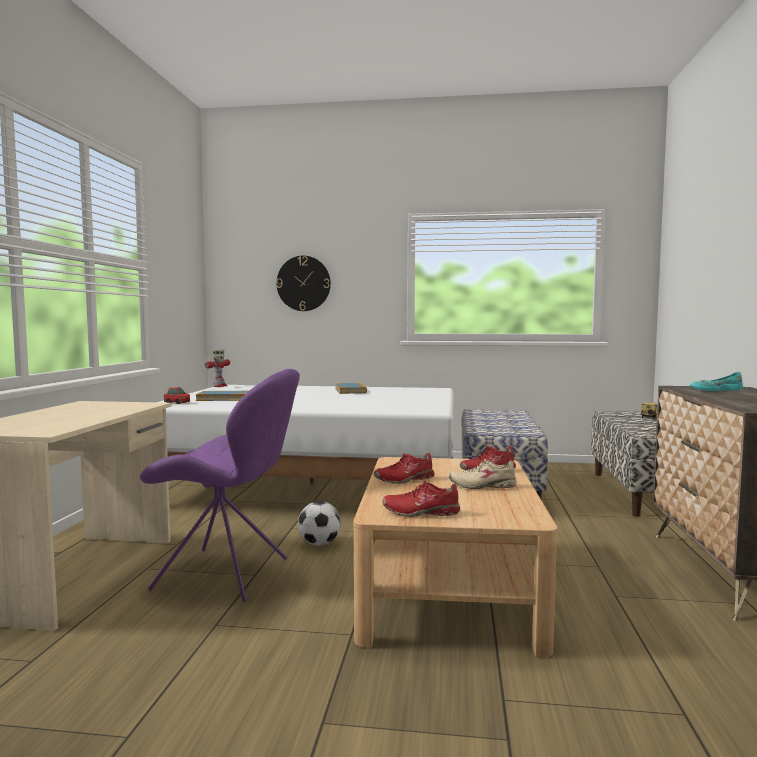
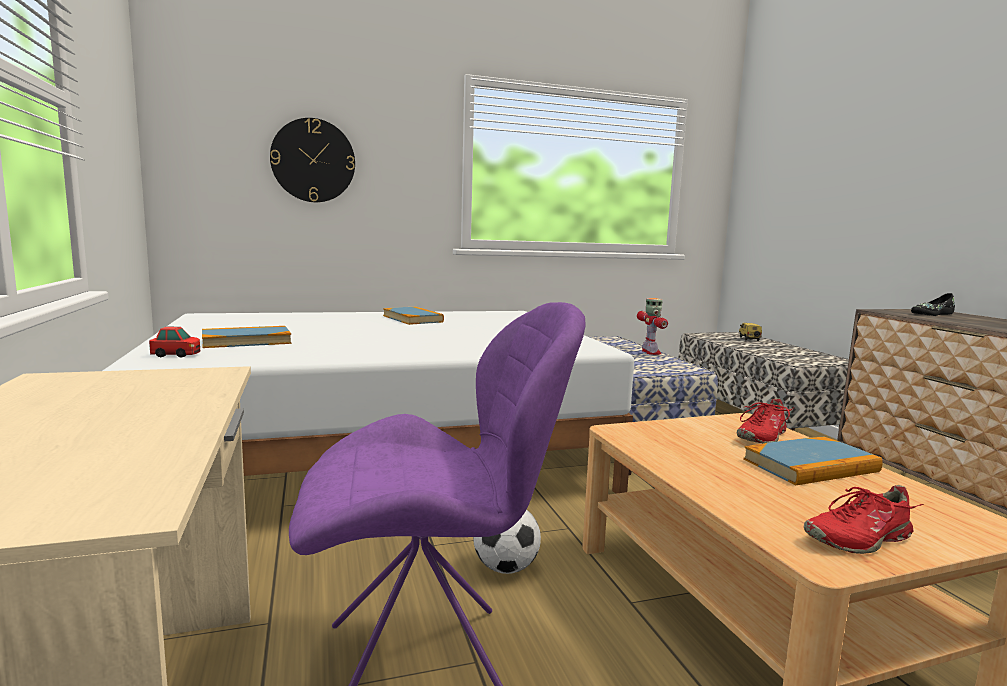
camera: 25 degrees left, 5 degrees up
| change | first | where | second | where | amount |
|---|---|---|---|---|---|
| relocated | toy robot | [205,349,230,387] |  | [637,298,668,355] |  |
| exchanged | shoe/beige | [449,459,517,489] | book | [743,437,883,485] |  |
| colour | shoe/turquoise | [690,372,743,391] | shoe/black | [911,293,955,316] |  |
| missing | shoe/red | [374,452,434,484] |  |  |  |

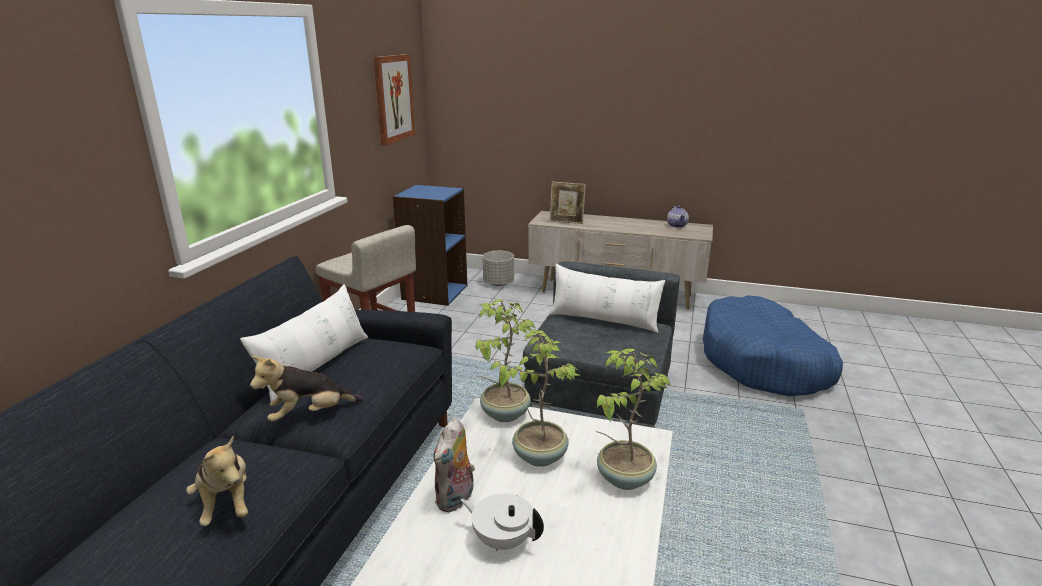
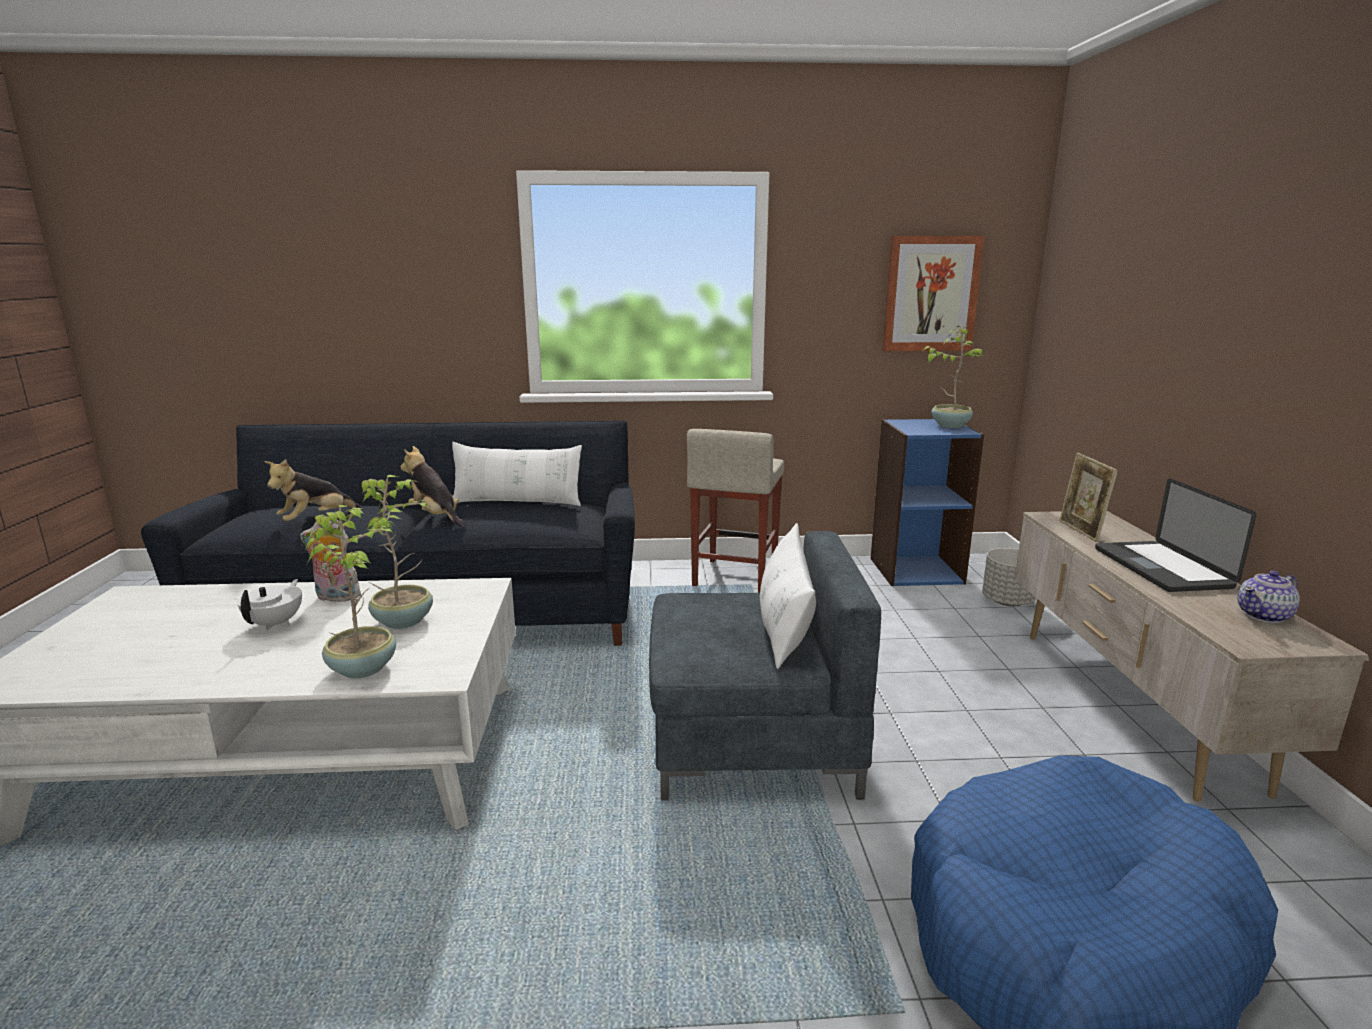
camera: 70 degrees right, 5 degrees down
| change | first | where | second | where | amount |
|---|---|---|---|---|---|
| relocated | potted plant | [475,299,535,422] |  | [923,326,985,428] |  |
| appeared |  |  | laptop | [1095,478,1256,592] |  |

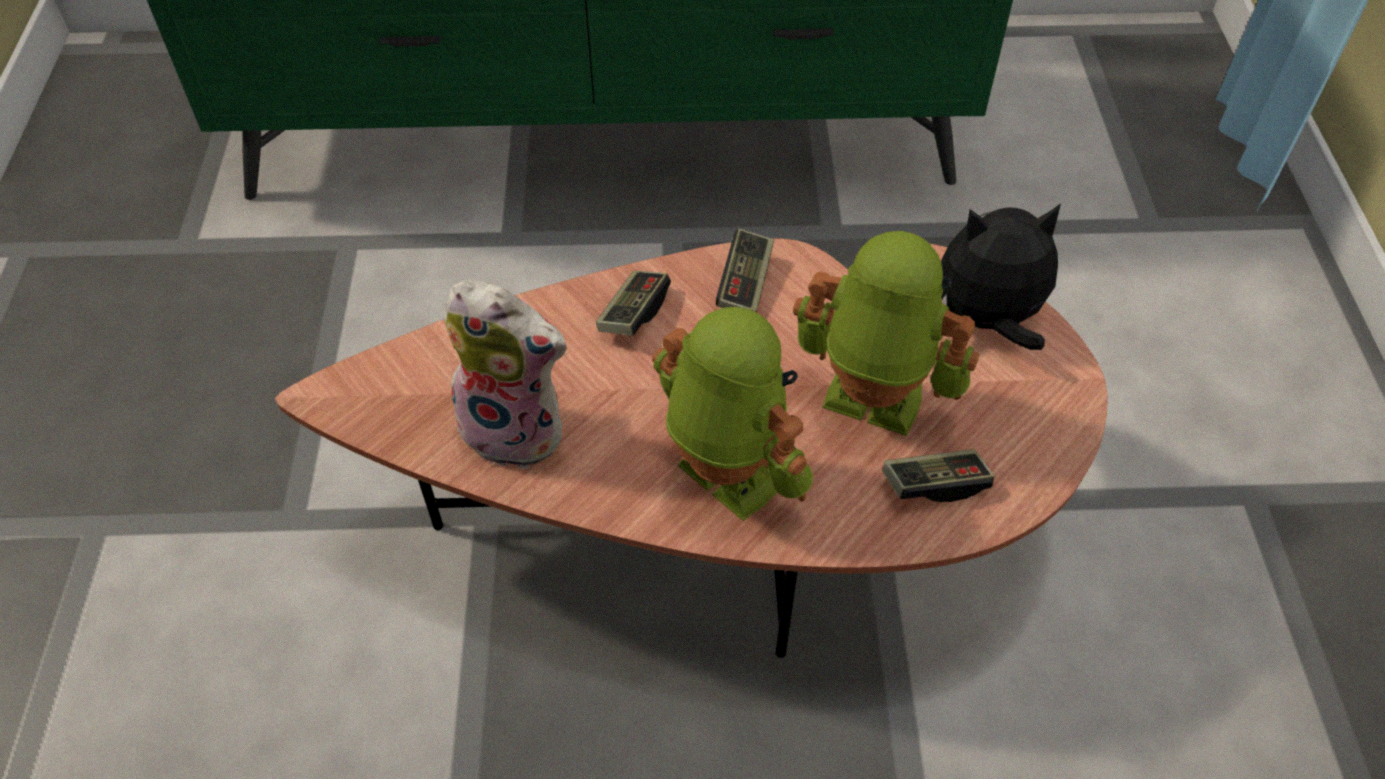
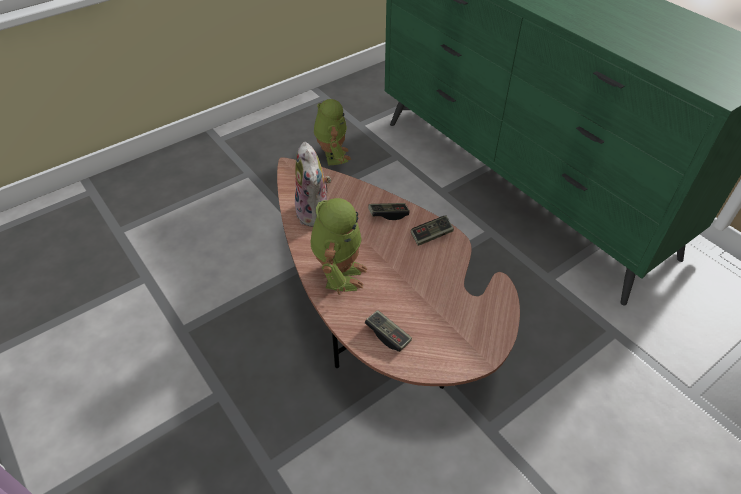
camera: 55 degrees right, 5 degrees down
| change | first | where | second | where | amount |
|---|---|---|---|---|---|
| relocated | toy robot | [793,231,979,436] |  | [314,99,351,166] |  |
| missing | plush toy | [941,204,1061,350] |  |  |  |

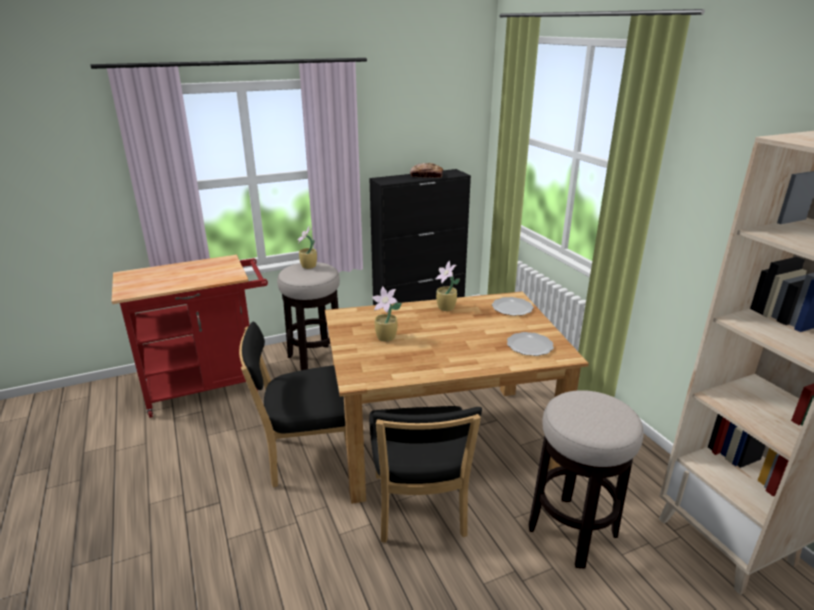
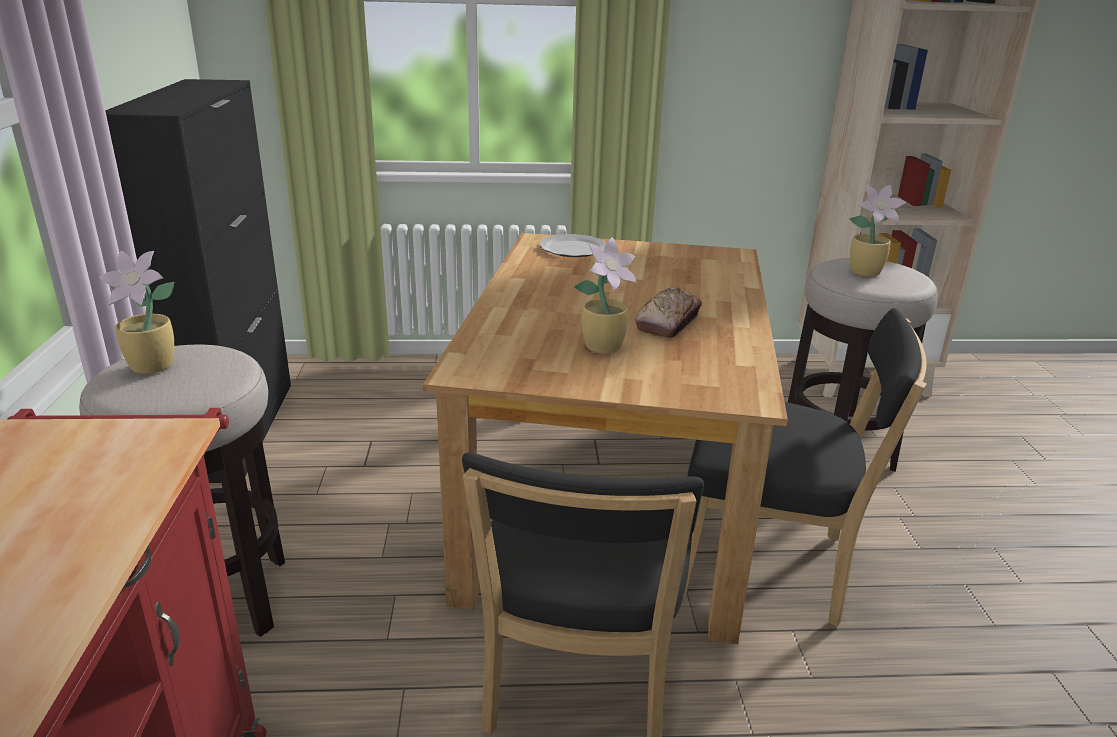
camera: 70 degrees left, 0 degrees up
| change | first | where | second | where | amount |
|---|---|---|---|---|---|
| relocated | bread | [410,163,443,178] |  | [635,287,702,338] |  |
| relocated | potted plant | [435,261,460,311] |  | [849,185,906,276] |  |
| missing | plate | [507,332,554,356] |  |  |  |

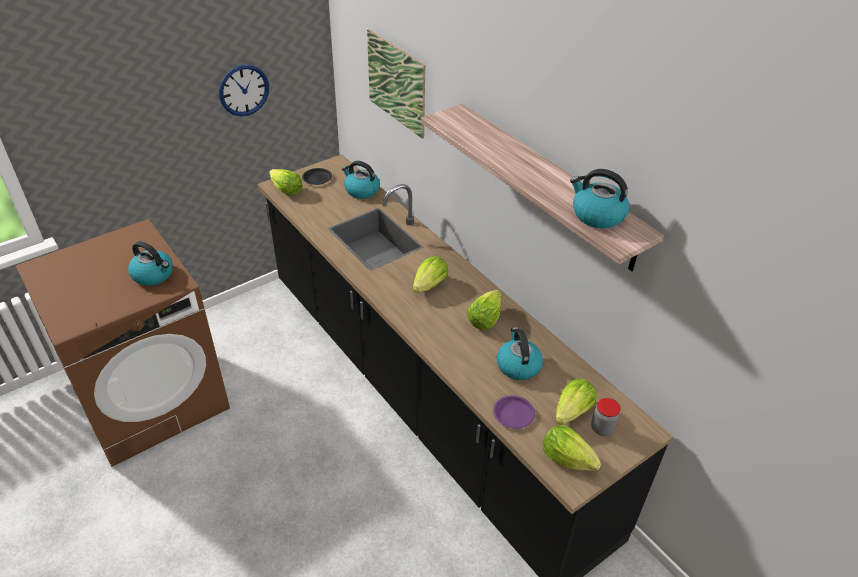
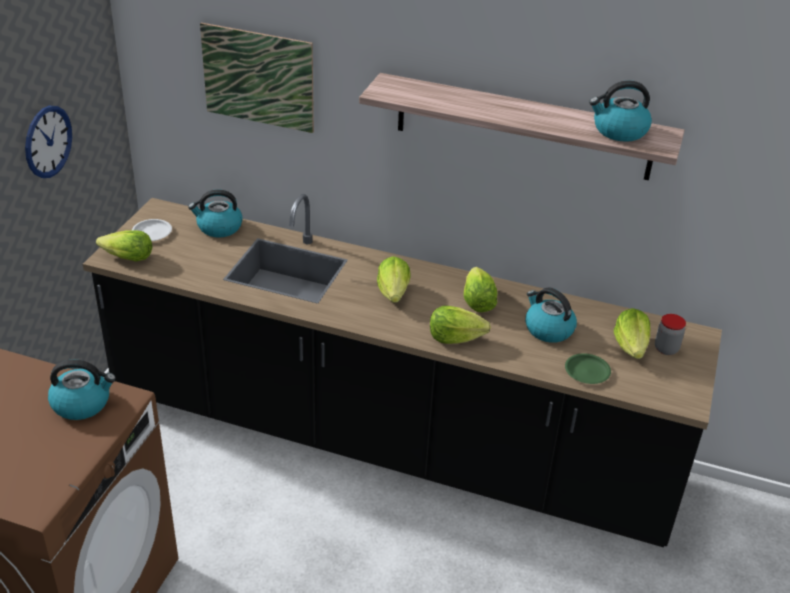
camera: 35 degrees left, 5 degrees down
| change | first | where | second | where | amount |
|---|---|---|---|---|---|
| colour | plate/black | [302,168,332,185] | plate/white | [132,219,172,241] |  |
| relocated | lettuce | [543,425,601,471] |  | [430,306,491,344] |  |
| colour | plate/purple | [493,395,535,429] | plate/green | [565,353,611,384] |  |

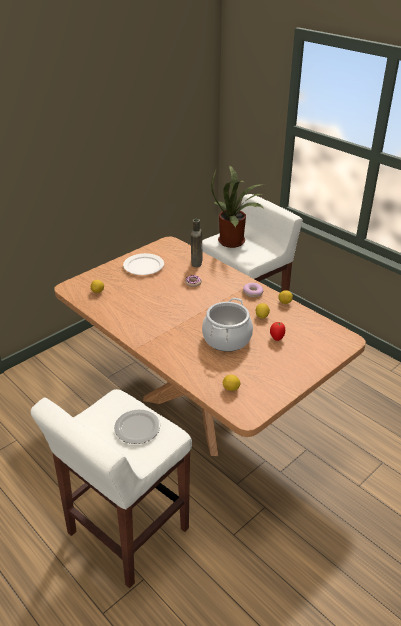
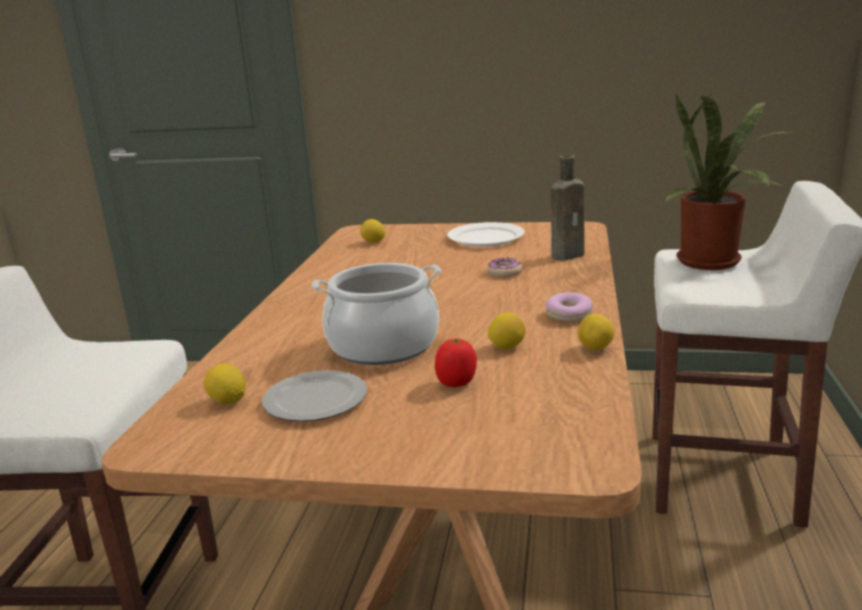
camera: 55 degrees right, 15 degrees down
| change | first | where | second | where | amount |
|---|---|---|---|---|---|
| relocated | plate | [114,409,160,444] |  | [262,370,367,422] |  |

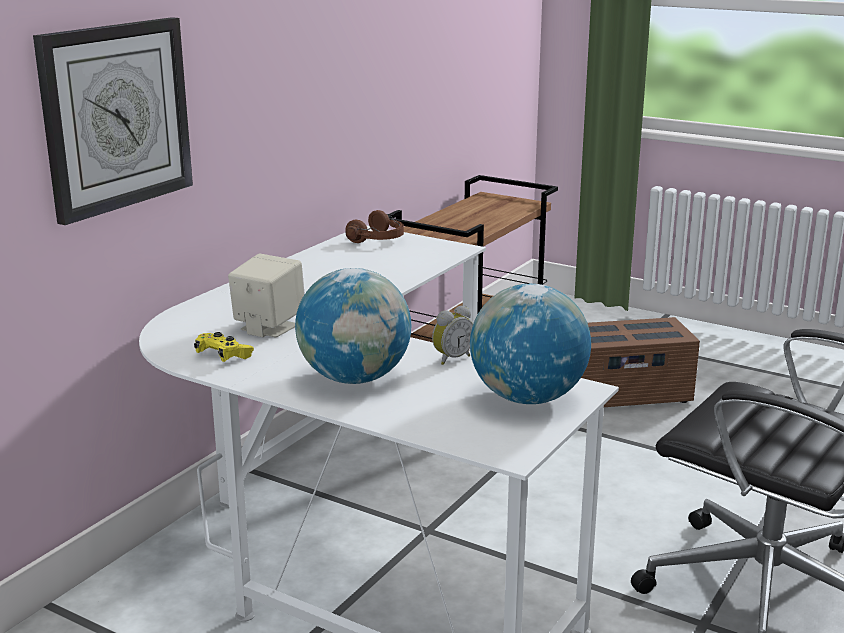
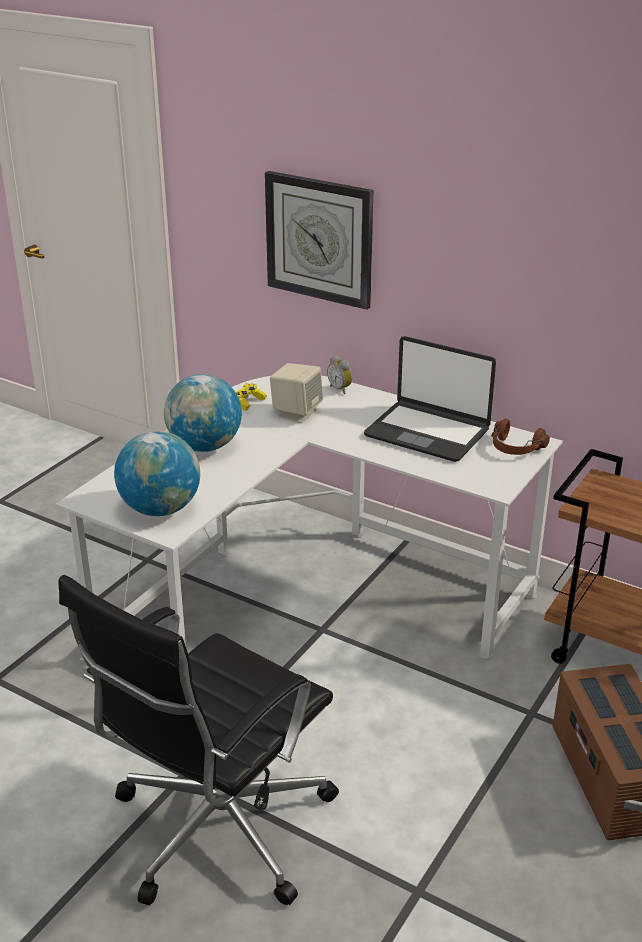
camera: 90 degrees right, 10 degrees up
| change | first | where | second | where | amount |
|---|---|---|---|---|---|
| relocated | alarm clock | [432,305,473,365] |  | [327,355,352,394] |  |
| appeared |  |  | laptop | [364,336,496,462] |  |

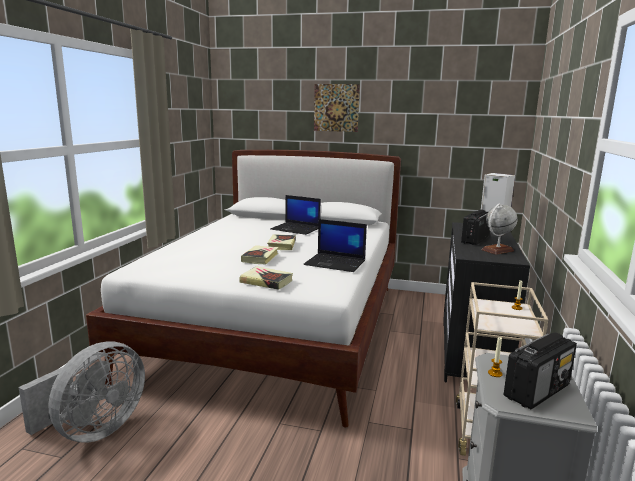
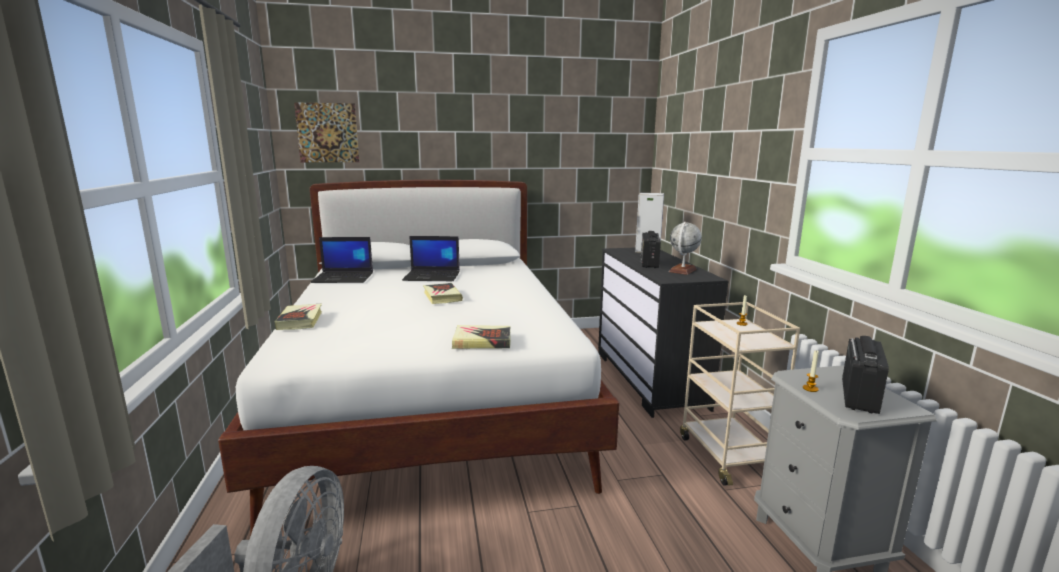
camera: 25 degrees left, 0 degrees up
| change | first | where | second | where | amount |
|---|---|---|---|---|---|
| relocated | book | [241,246,278,264] |  | [275,303,322,330] |  |
| relocated | picture | [314,84,360,132] |  | [294,102,359,162] |  |
| relocated | laptop | [303,219,367,272] |  | [310,237,373,283] |  |

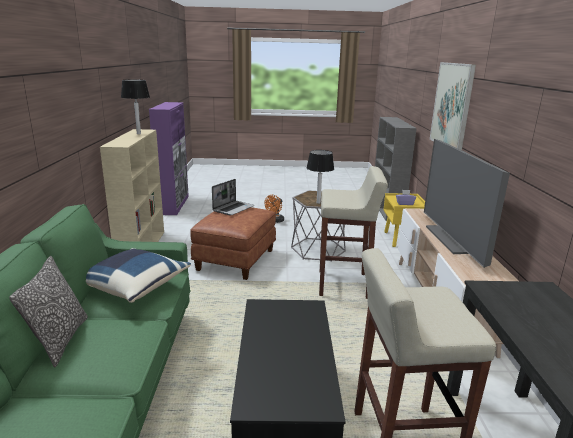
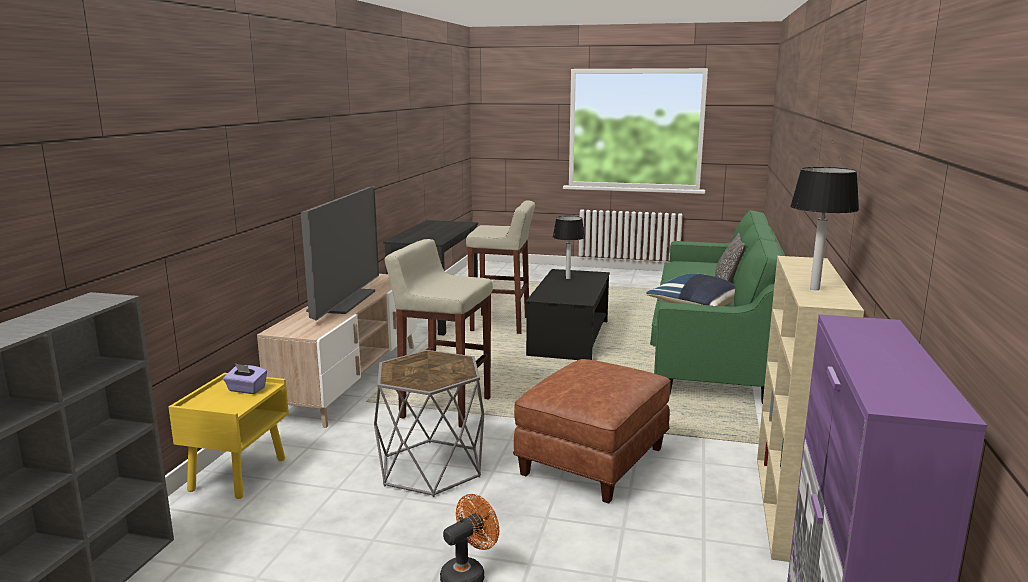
camera: 165 degrees left, 5 degrees down
| change | first | where | second | where | amount |
|---|---|---|---|---|---|
| relocated | table lamp | [306,150,334,204] |  | [553,216,585,279] |  |
| missing | laptop | [212,179,254,216] |  |  |  |
| missing | picture | [430,62,476,150] |  |  |  |

